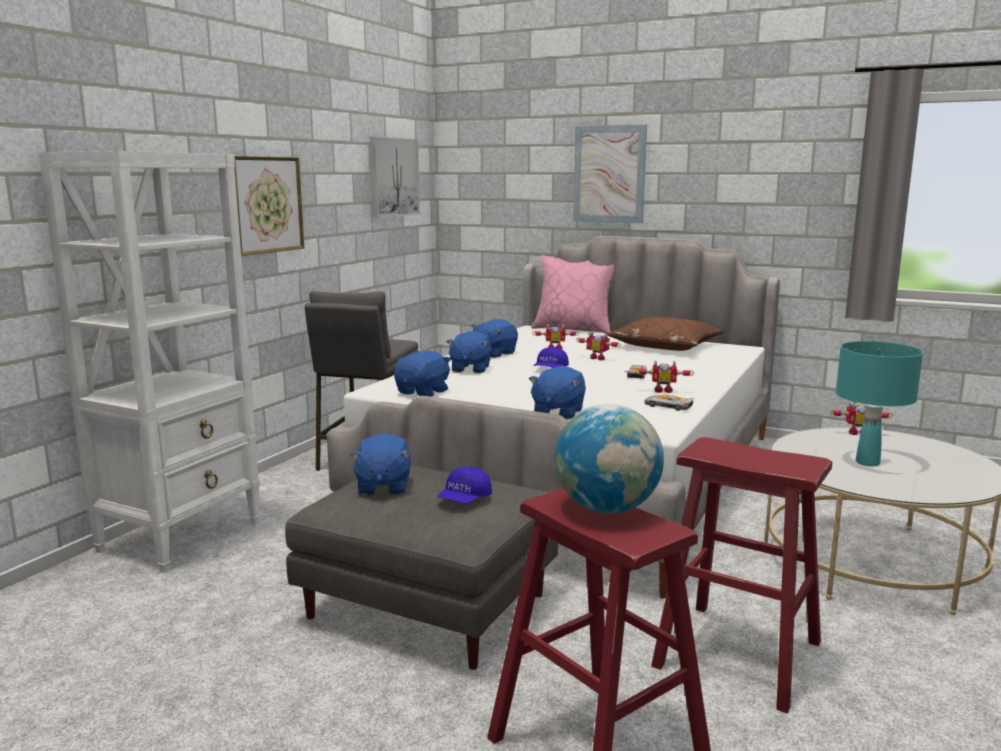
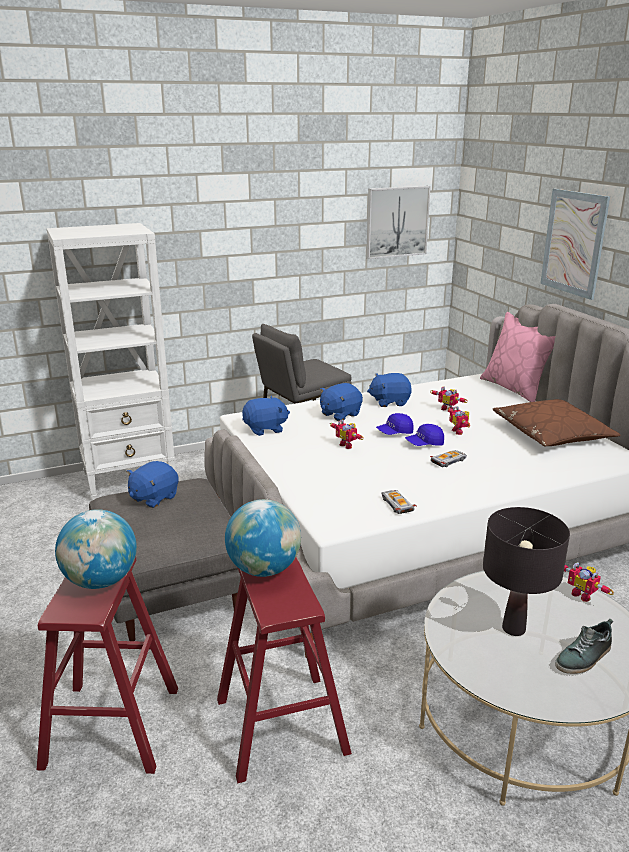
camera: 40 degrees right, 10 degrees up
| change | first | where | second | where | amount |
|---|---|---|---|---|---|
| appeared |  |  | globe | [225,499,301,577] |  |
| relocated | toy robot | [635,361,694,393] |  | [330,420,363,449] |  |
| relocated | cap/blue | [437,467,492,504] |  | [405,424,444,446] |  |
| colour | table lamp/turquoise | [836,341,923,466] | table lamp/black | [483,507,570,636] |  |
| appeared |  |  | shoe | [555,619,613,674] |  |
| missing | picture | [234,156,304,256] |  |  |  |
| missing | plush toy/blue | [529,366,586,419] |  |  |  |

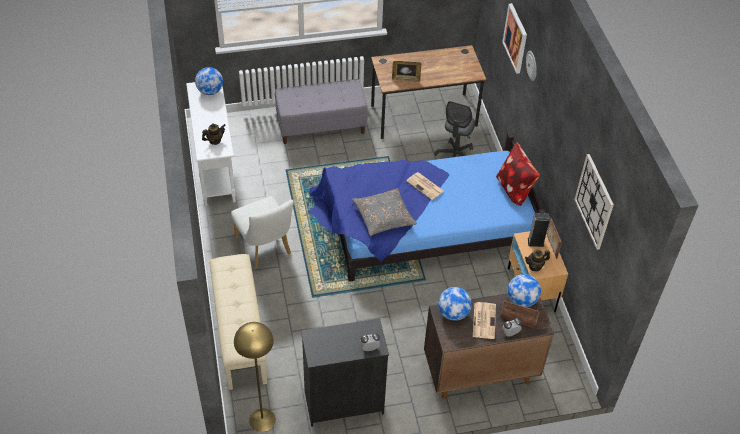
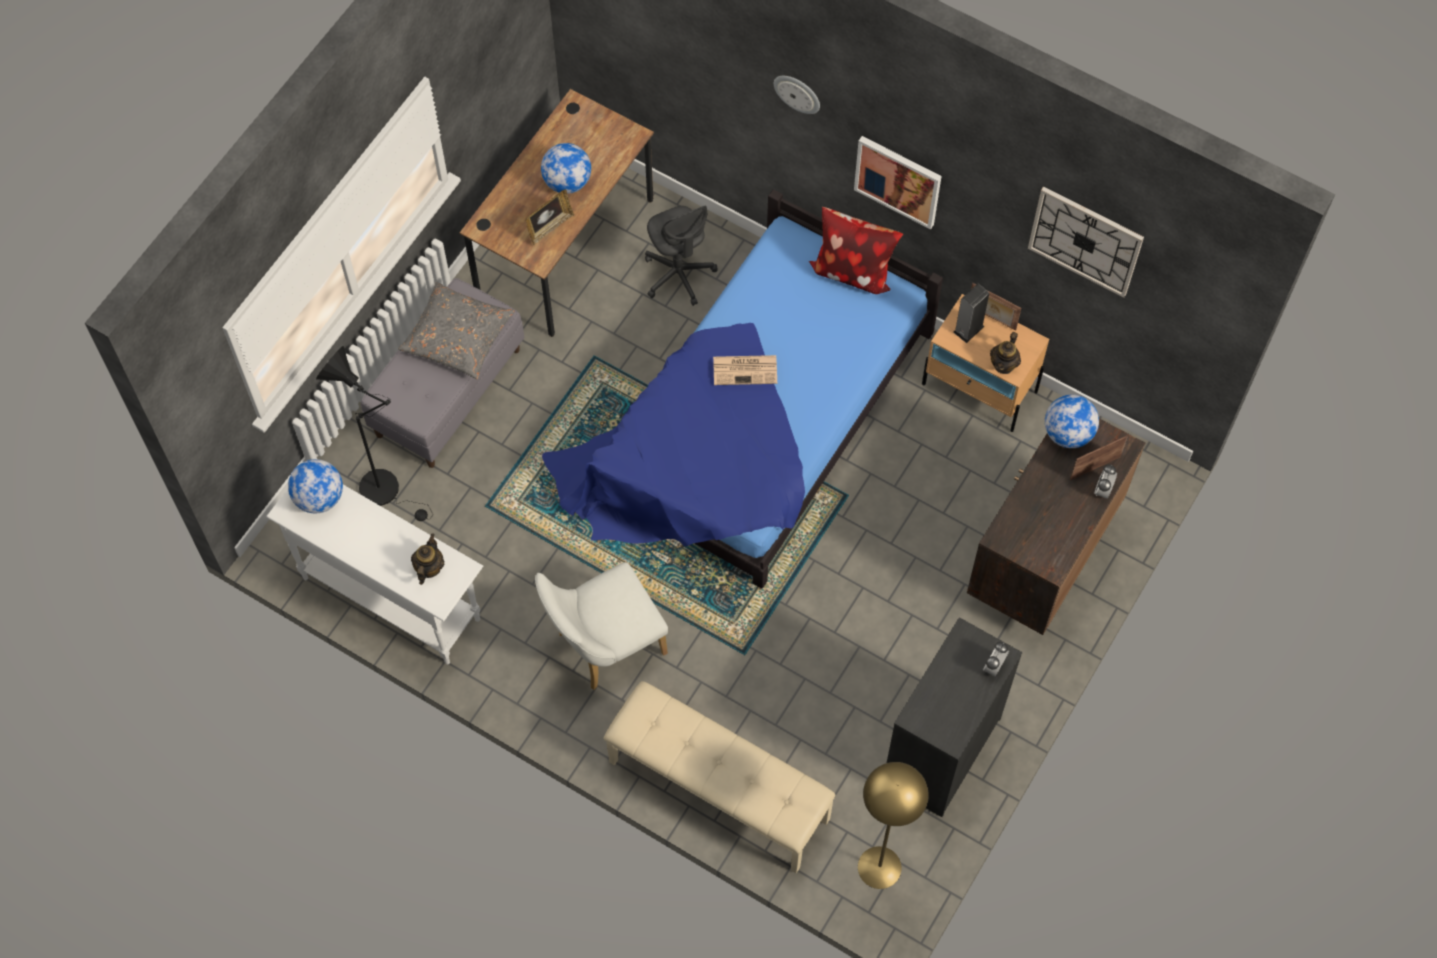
camera: 45 degrees left, 15 degrees up
| change | first | where | second | where | amount |
|---|---|---|---|---|---|
| appeared |  |  | floor lamp/black | [316,346,433,521] |  |
| relocated | pillow/grey | [352,188,417,236] |  | [398,282,515,380] |  |
| spun | chair/white | [231,196,294,268] |  | [535,562,668,690] | 135 degrees clockwise |
| relocated | globe | [438,287,472,321] |  | [541,143,591,194] |  |
| relocated | picture | [502,3,527,74] |  | [854,136,942,229] |  |
| missing | newspaper | [473,302,496,339] |  |  |  |

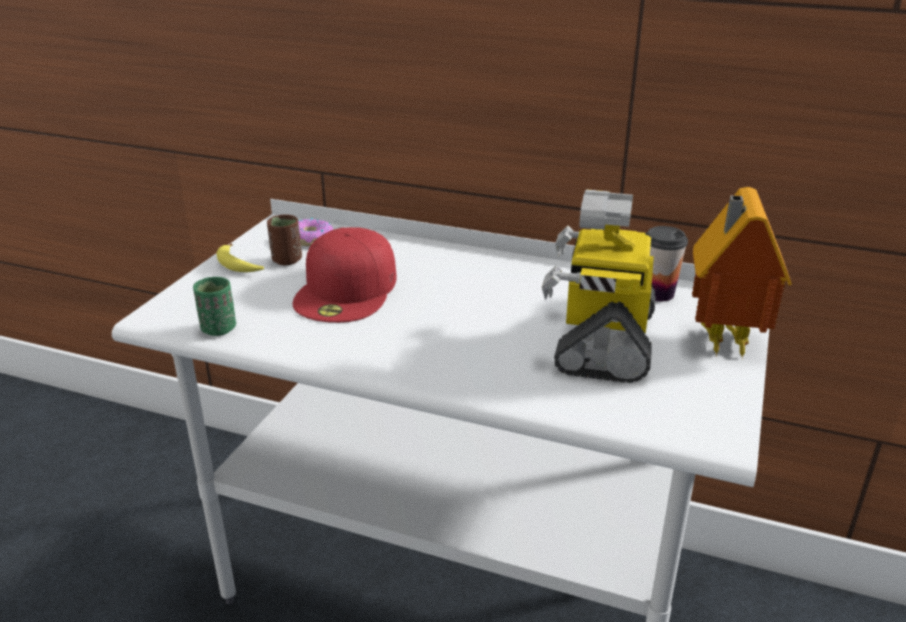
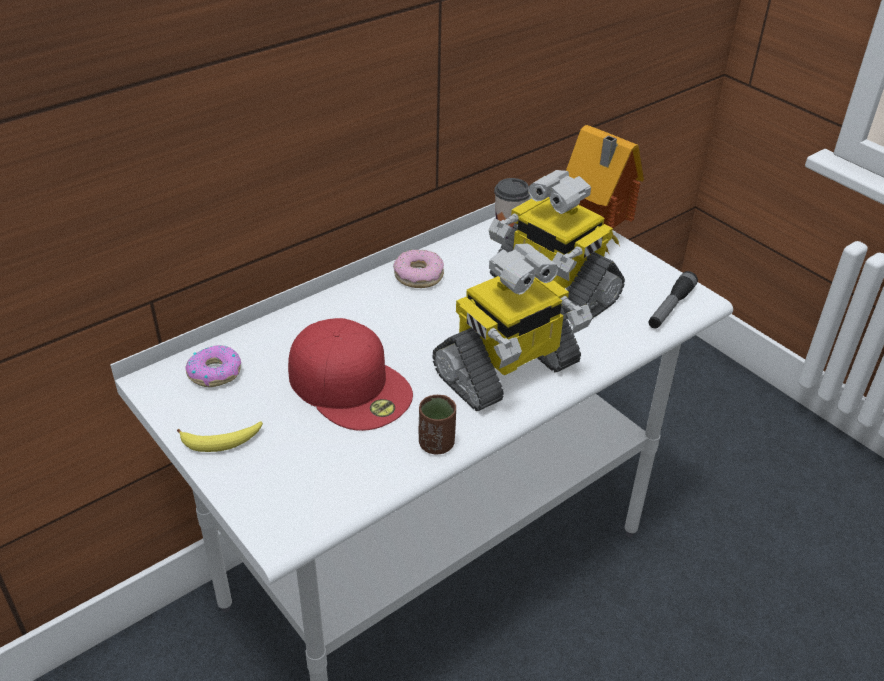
camera: 60 degrees left, 10 degrees up
| change | first | where | second | where | amount |
|---|---|---|---|---|---|
| appeared |  |  | donut | [393,250,444,288] |  |
| relocated | cup/brown | [267,215,302,265] |  | [419,395,456,454] |  |
| appeared |  |  | toy robot | [432,244,593,411] |  |
| appeared |  |  | flashlight | [648,271,698,329] |  |
| missing | cup/green | [193,277,236,336] |  |  |  |

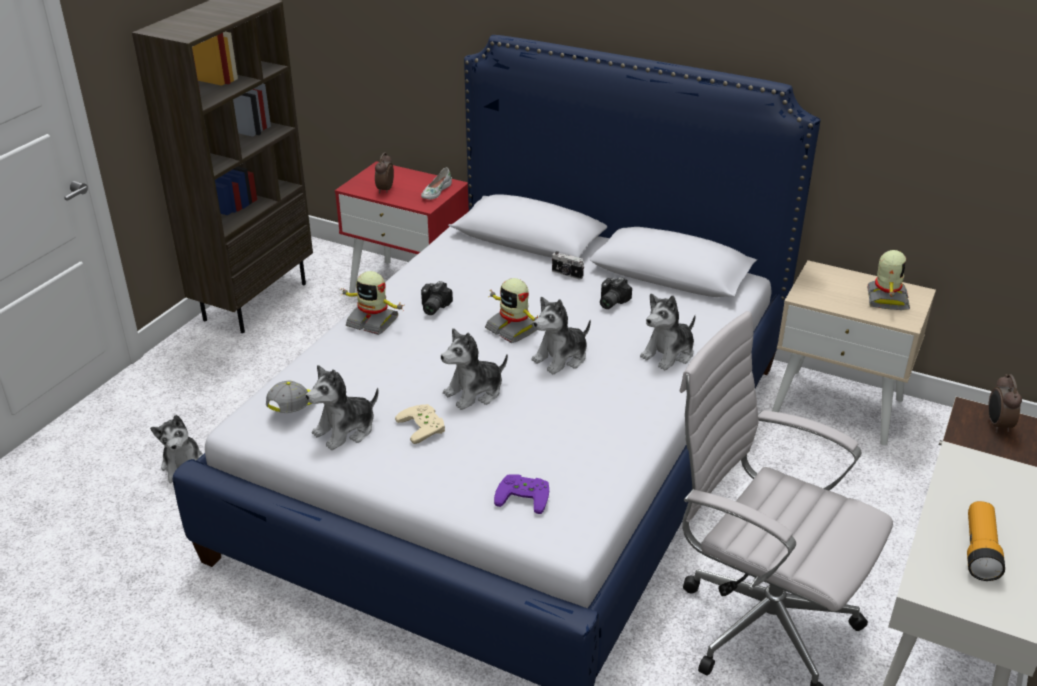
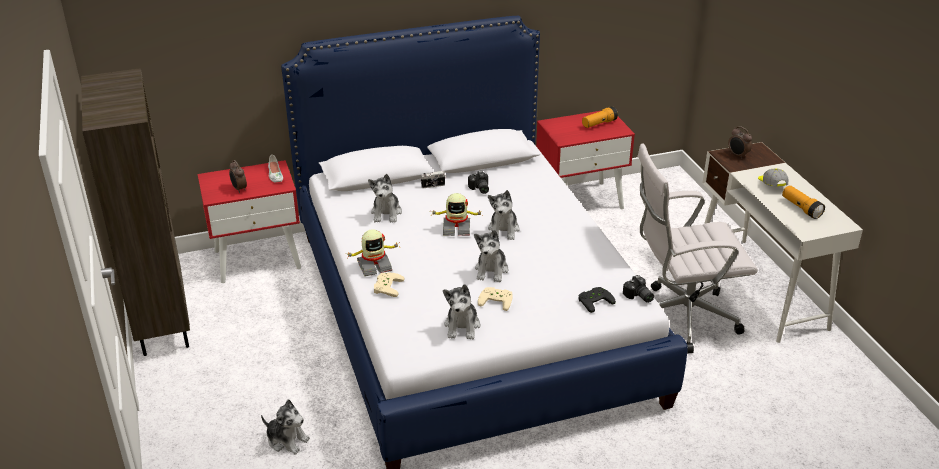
camera: 45 degrees left, 0 degrees up
| change | first | where | second | where | amount |
|---|---|---|---|---|---|
| relocated | plush toy | [640,293,696,370] |  | [368,174,402,223] |  |
| appeared |  |  | game controller/beige | [374,273,405,297] |  |
| colour | nightstand/beige | [772,260,936,446] | nightstand/red | [536,111,635,209] |  |
| colour | game controller/purple | [494,474,549,514] | game controller/black | [578,287,616,313] |  |
| exchanged | toy robot | [867,250,910,310] | flashlight | [582,106,618,128] |  |
| relocated | photo camera | [421,281,453,315] |  | [623,275,654,303] |  |
| relocated | cap | [266,380,312,413] |  | [758,168,788,187] |  |

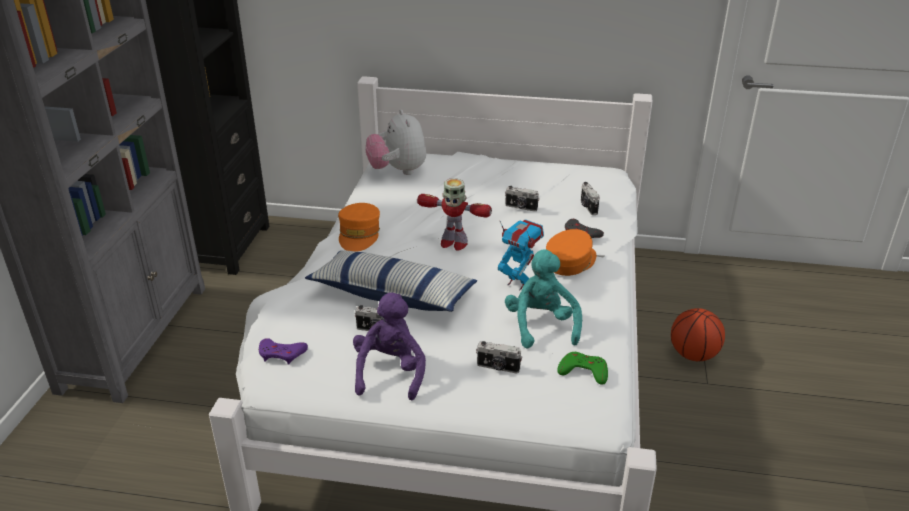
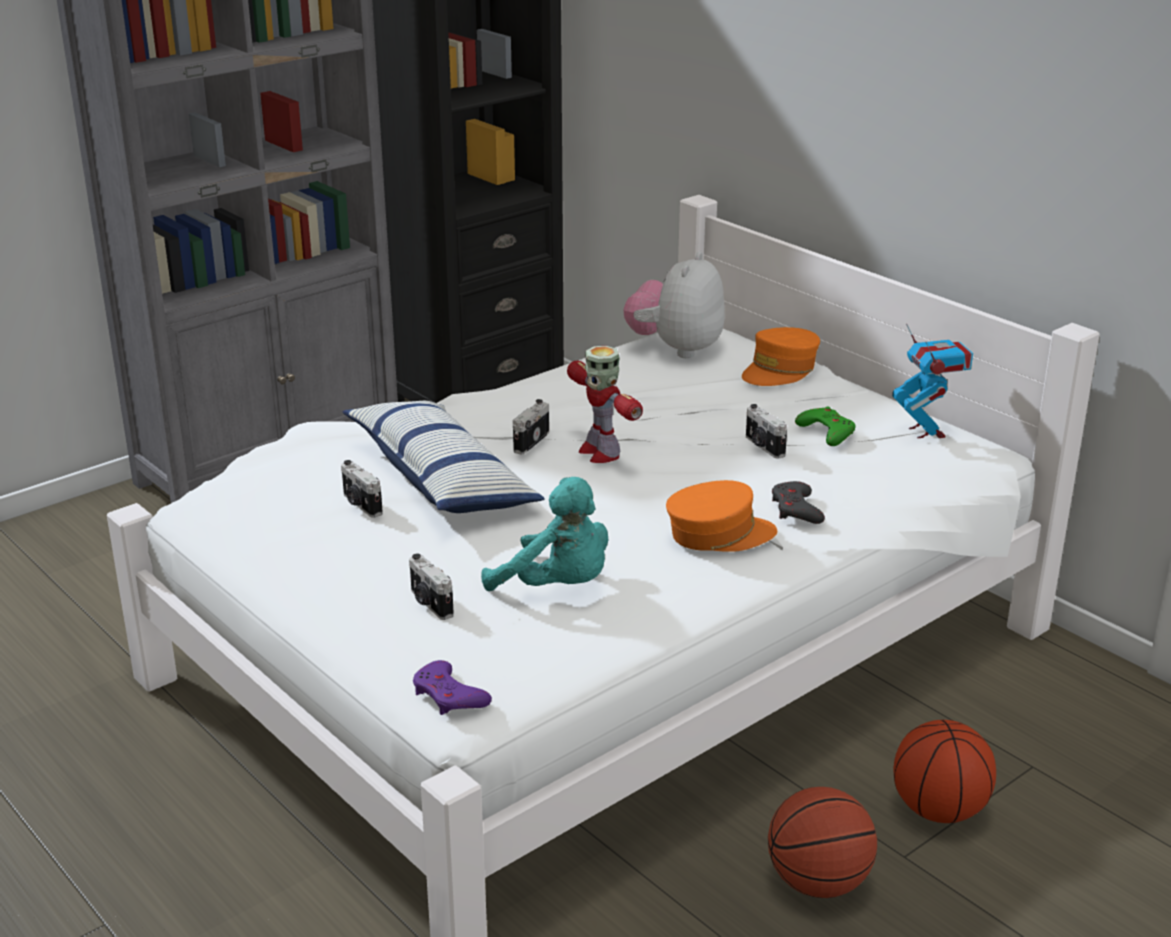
camera: 40 degrees right, 5 degrees down
| change | first | where | second | where | amount |
|---|---|---|---|---|---|
| relocated | game controller/purple | [259,338,308,365] |  | [413,660,492,715] |  |
| spun | plush toy/turquoise | [505,250,582,349] |  | [481,477,609,591] | 90 degrees clockwise |
| relocated | photo camera | [581,182,600,215] |  | [513,399,549,455] |  |
| relocated | cap/orange | [338,203,380,252] |  | [742,327,820,386] |  |
| appeared |  |  | basketball | [768,787,877,898] |  |
| relocated | game controller/green | [557,352,608,385] |  | [795,407,856,446] |  |
| relocated | toy robot | [498,219,544,290] |  | [892,324,973,438] |  |
| missing | plush toy/purple | [353,293,426,400] |  |  |  |

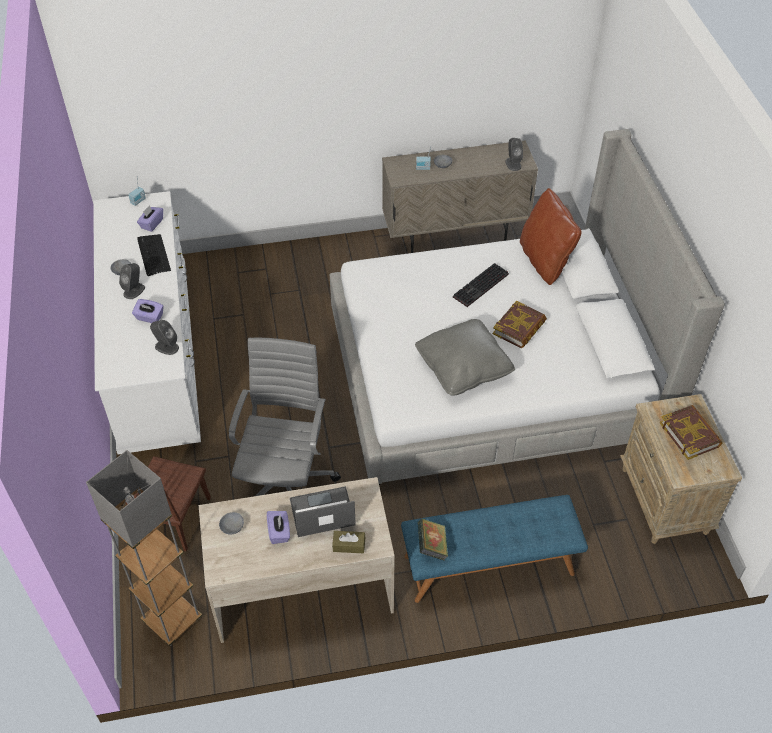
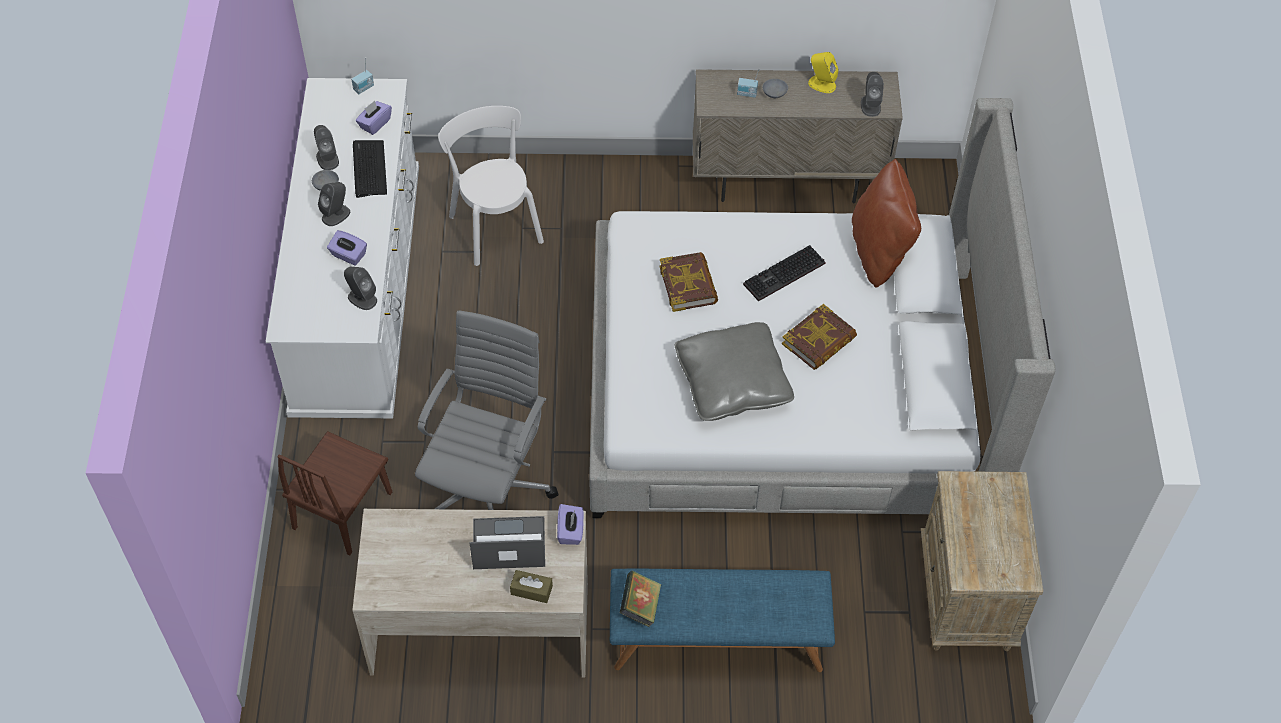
camera: 10 degrees right, 5 degrees up
| change | first | where | second | where | amount |
|---|---|---|---|---|---|
| appeared |  |  | speaker/grey | [314,125,339,170] |  |
| appeared |  |  | chair/white | [438,106,544,266] |  |
| relocated | tissue box/purple | [267,511,290,544] |  | [557,504,584,545] |  |
| relocated | book | [660,405,723,460] |  | [660,252,718,312] |  |
| appeared |  |  | speaker/yellow | [808,52,839,93] |  |
| missing | floor lamp/grey | [86,450,202,646] |  |  |  |
| missing | bowl/grey | [219,512,244,534] |  |  |  |

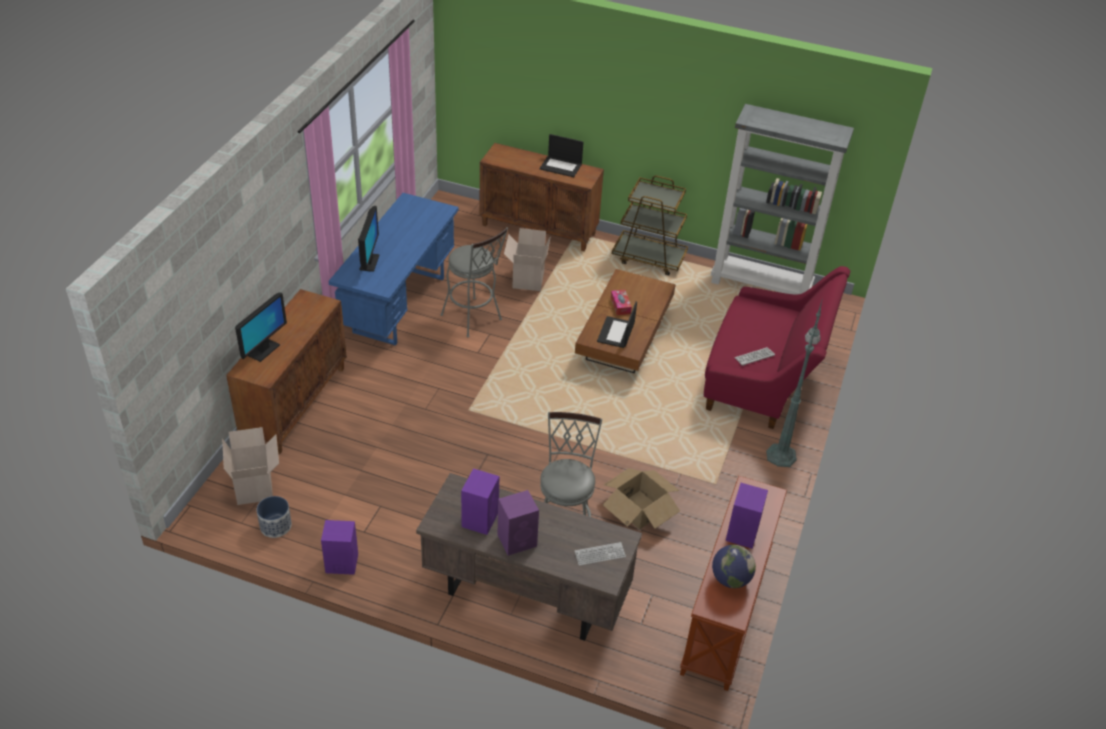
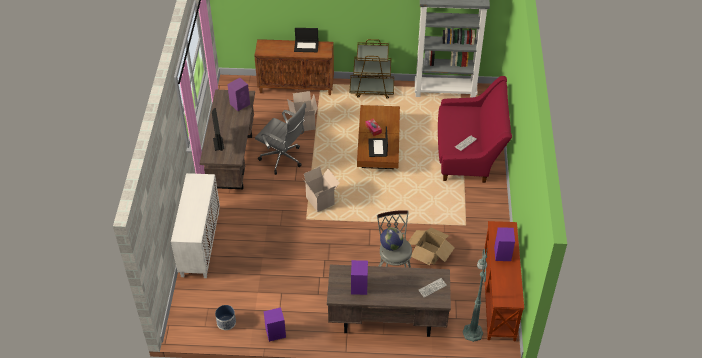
camera: 15 degrees left, 5 degrees up
| change | first | where | second | where | amount |
|---|---|---|---|---|---|
| colour | cabinet/brown | [226,289,347,454] | cabinet/white | [171,173,220,278] |  |
| colour | desk/blue | [328,193,459,346] | desk/brown | [200,90,255,190] |  |
| relocated | speaker/purple | [497,490,539,556] |  | [227,78,250,111] |  |
| exchanged | stool/grey | [441,227,508,337] | office chair/grey | [255,102,306,175] |  |
| relocated | cardboard box | [222,427,279,505] |  | [302,167,339,212] |  |
| relocated | globe | [712,545,756,588] |  | [380,227,403,251] |  |
| relocated | floor lamp/green | [766,298,823,467] |  | [463,248,487,342] |  |
| missing | monitor | [235,292,287,362] |  |  |  |

